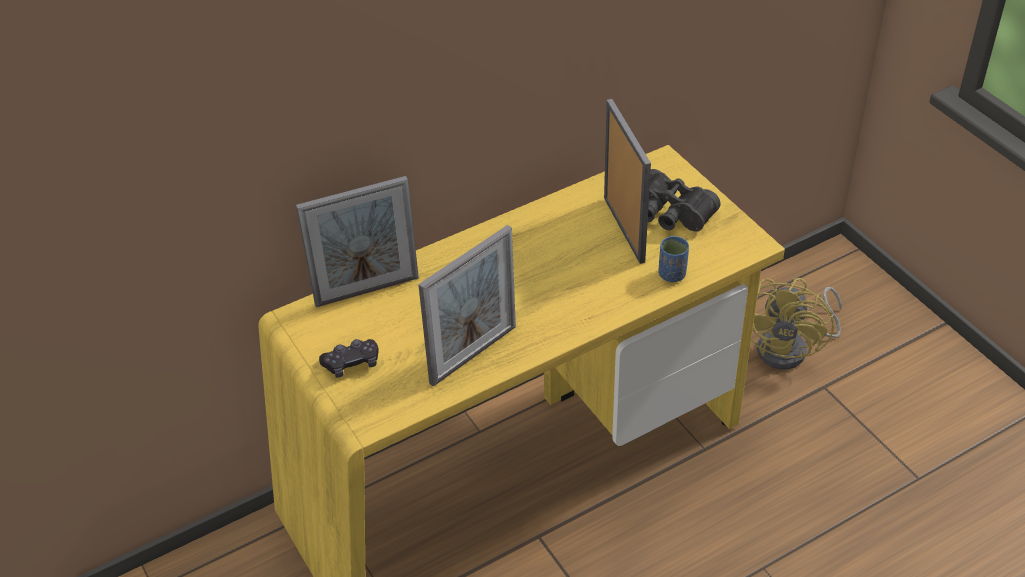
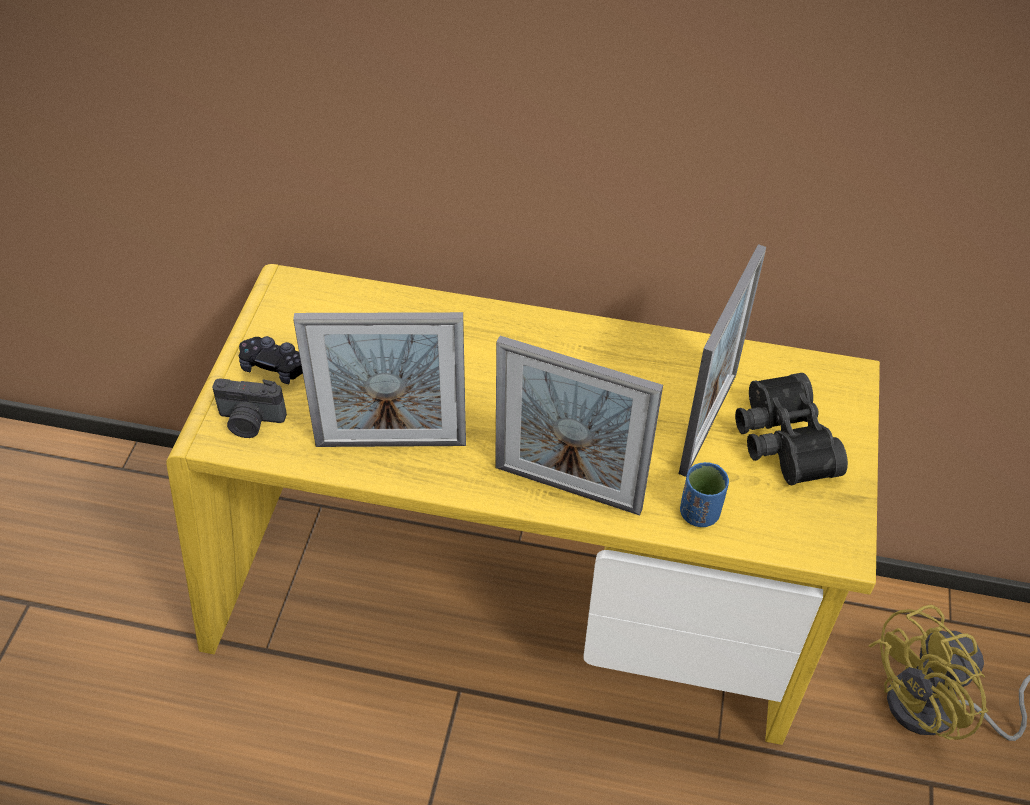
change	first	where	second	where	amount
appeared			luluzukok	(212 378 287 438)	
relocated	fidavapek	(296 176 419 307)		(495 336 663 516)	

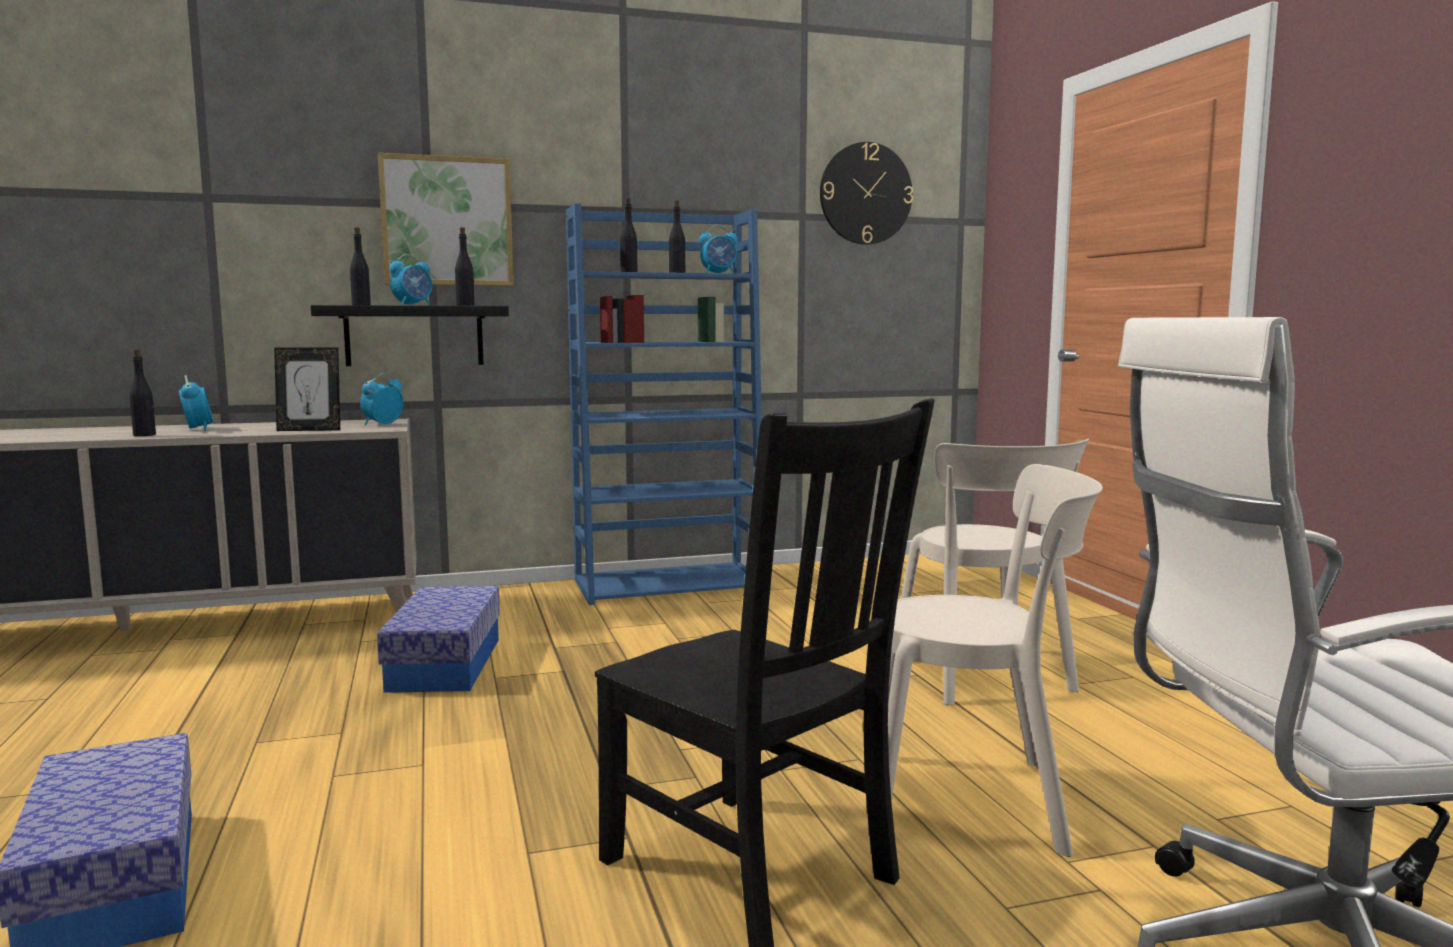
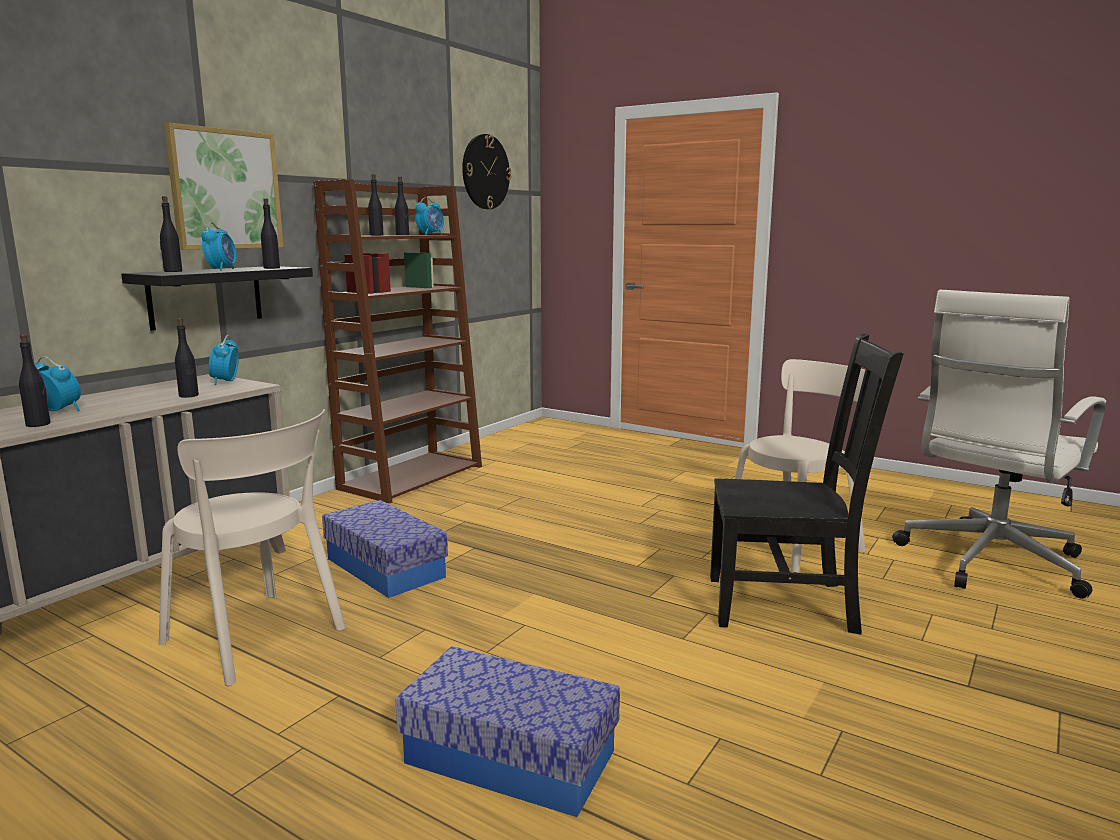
change	first	where	second	where	amount
relocated	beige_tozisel	(901 439 1089 705)		(159 409 346 686)	
exchanged	fidavapek	(274 347 340 431)	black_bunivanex	(175 318 199 398)	
colour	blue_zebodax	(566 203 762 605)	brown_zebodax	(313 179 482 504)	

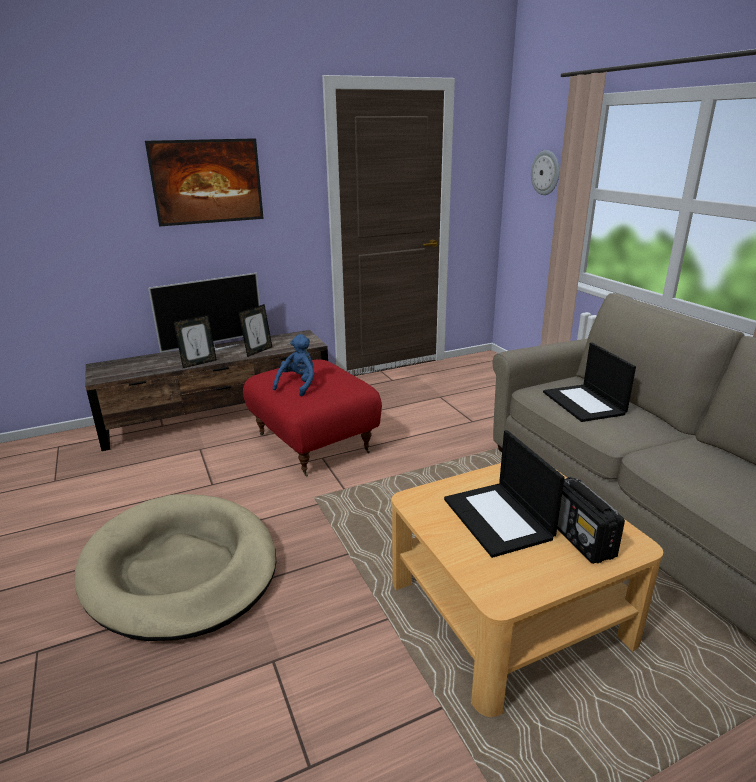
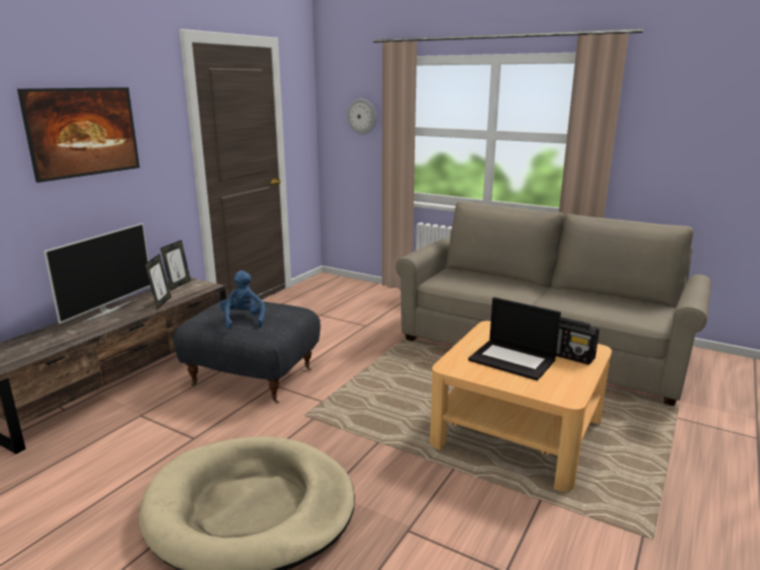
change	first	where	second	where	amount
relocated	fidavapek	(173 315 217 368)		(160 240 191 291)	
colour	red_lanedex	(243 359 382 477)	grey_lanedex	(173 299 321 403)	
missing	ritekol	(543 342 636 422)			

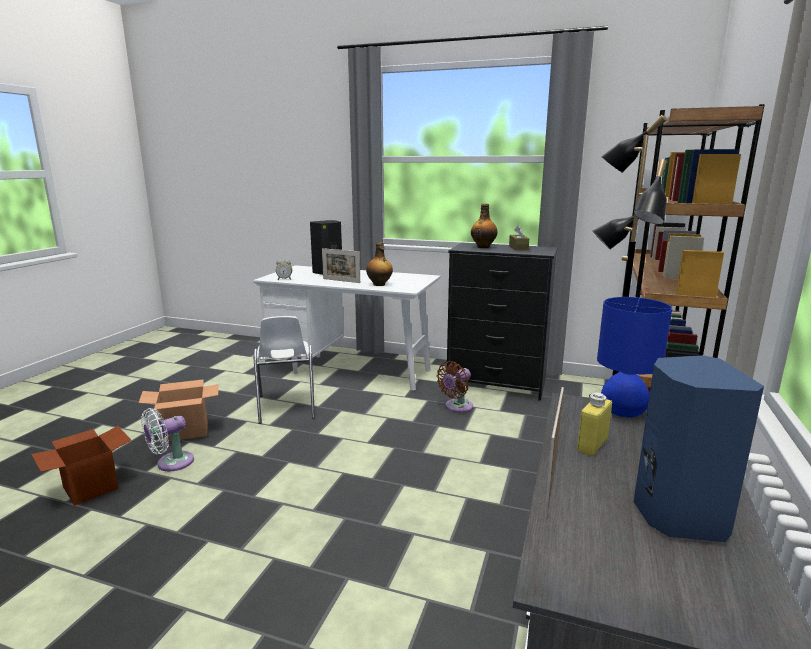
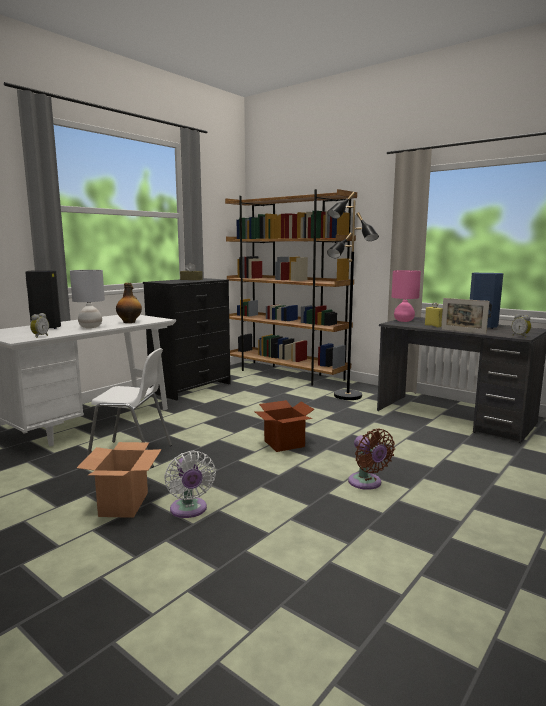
change	first	where	second	where	amount
exchanged	fidavapek	(322 248 360 283)	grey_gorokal	(70 270 105 328)	
relocated	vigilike	(31 426 131 506)		(254 400 315 452)	
relocated	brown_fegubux	(437 361 473 413)		(348 429 395 490)	
colour	blue_gorokal	(597 297 672 417)	pink_gorokal	(392 270 421 322)	
appeared			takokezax	(512 314 531 338)	
missing	bunivanex	(471 204 498 248)			

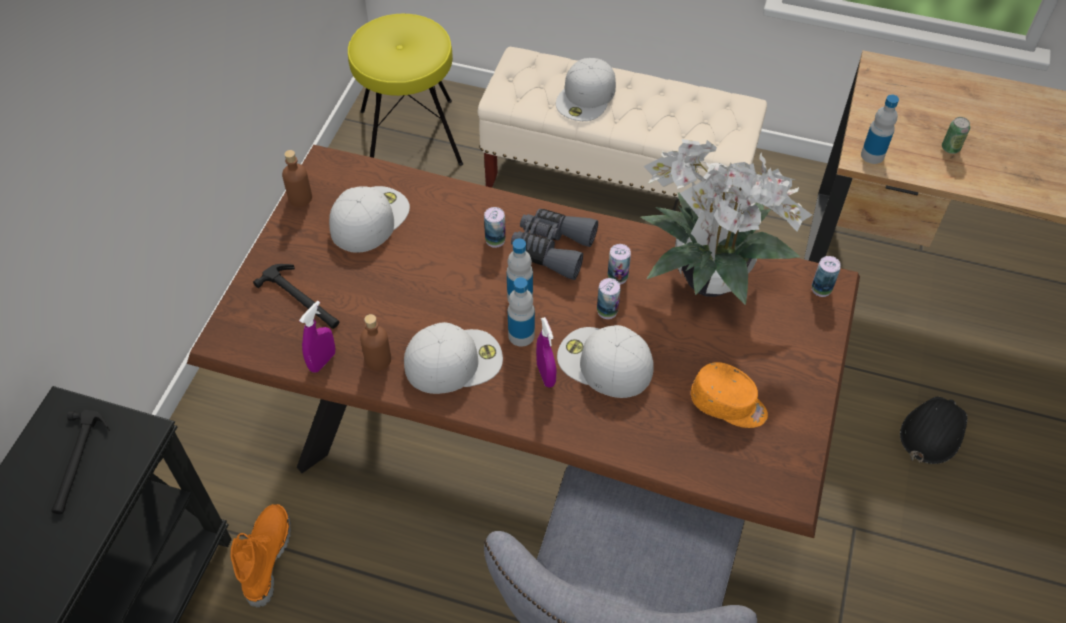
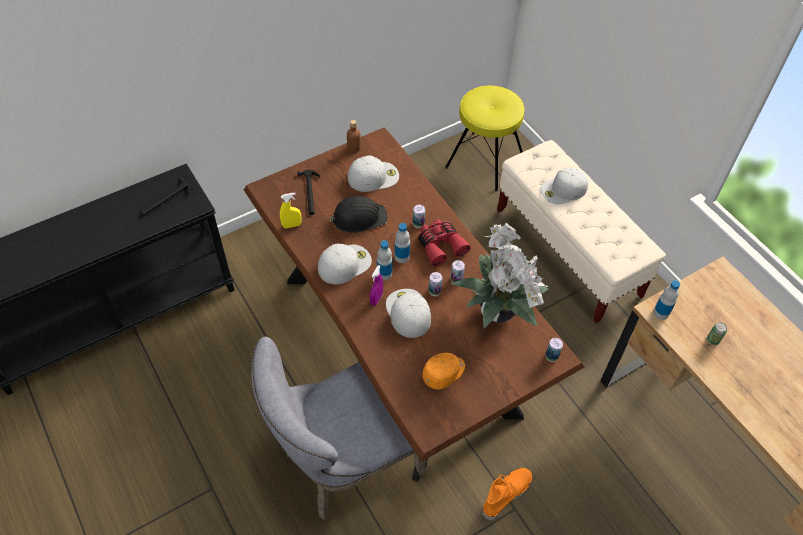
change	first	where	second	where	amount
colour	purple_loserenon	(299 301 335 373)	yellow_loserenon	(280 193 302 228)	
spun	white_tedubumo	(404 322 503 394)		(318 243 372 284)	60 degrees counterclockwise
relocated	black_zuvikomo	(900 397 967 464)		(329 196 388 233)	
colour	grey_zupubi	(511 209 598 280)	red_zupubi	(418 220 471 267)	
spun	orange_tedubumo	(691 362 768 428)		(422 353 465 390)	105 degrees counterclockwise
relocated	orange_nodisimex	(230 504 291 607)		(482 468 532 520)	
missing	brown_bunivanex	(360 314 391 371)			

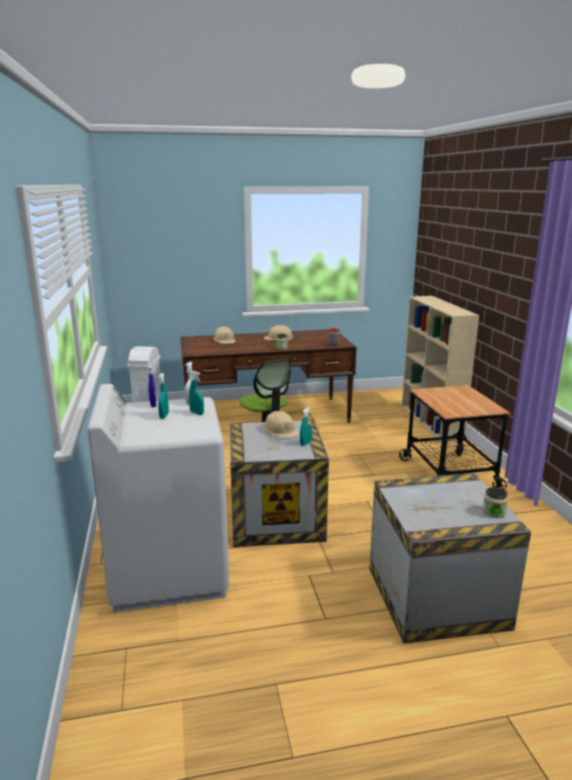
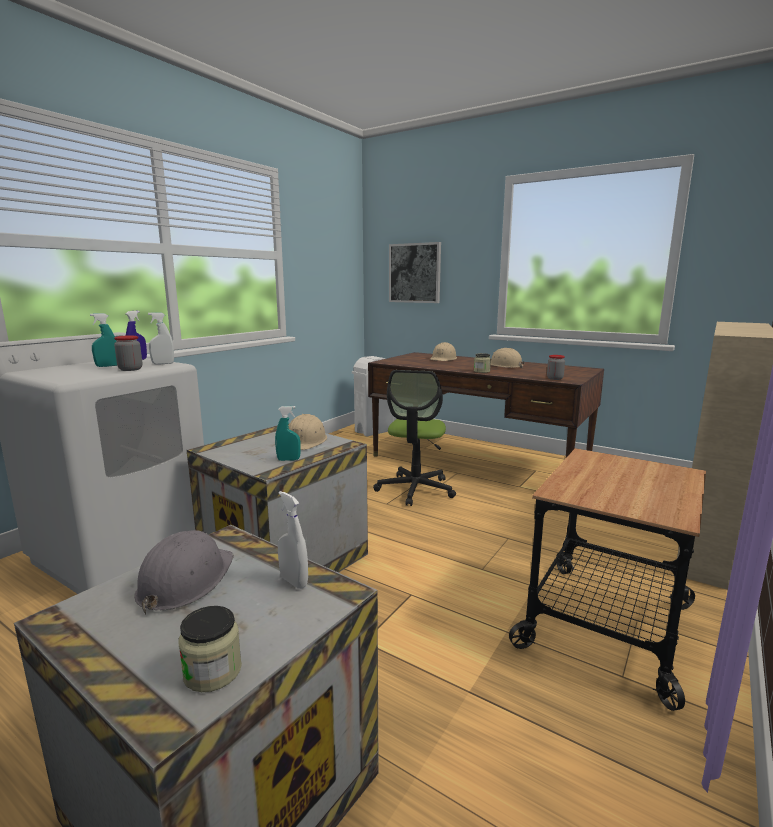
change	first	where	second	where	amount
exchanged	turquoise_loserenon	(189 371 204 415)	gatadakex	(114 335 142 371)	
appeared			grey_zuvikomo	(134 530 234 615)	
appeared			white_loserenon	(278 491 308 589)	
appeared			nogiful	(389 242 441 303)	

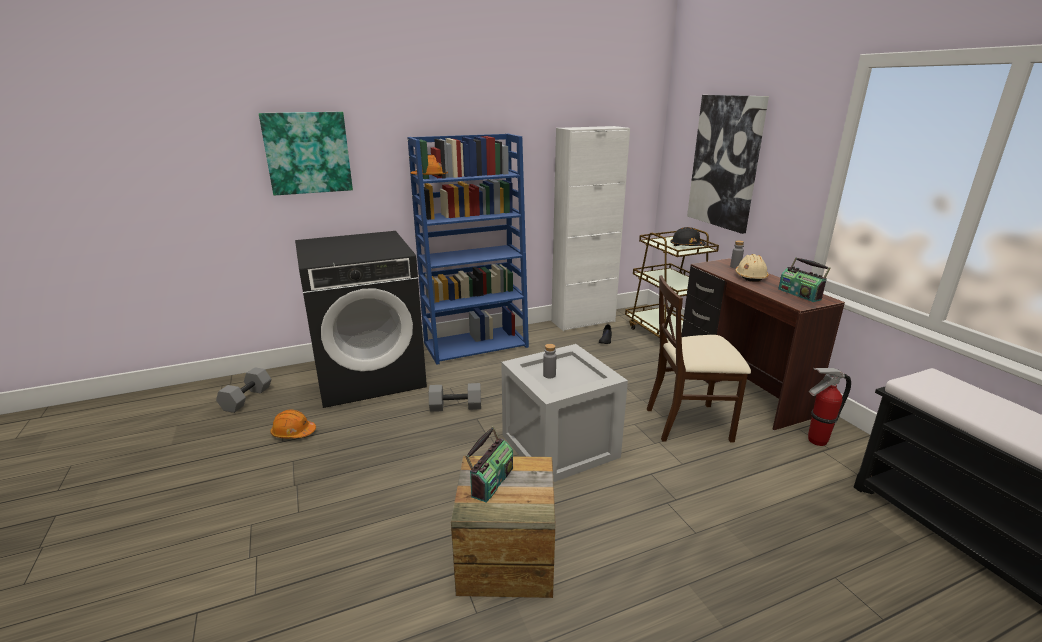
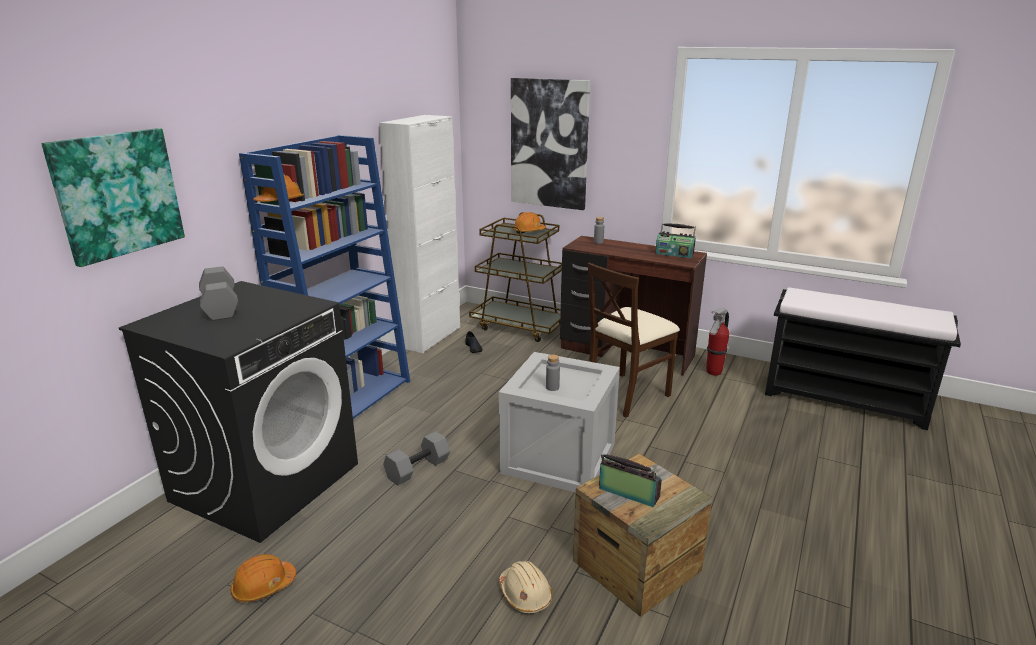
change	first	where	second	where	amount
relocated	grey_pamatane	(216 367 271 413)		(199 266 238 320)	
relocated	beige_zuvikomo	(735 254 769 282)		(499 561 552 613)	
colour	black_zuvikomo	(670 227 706 246)	orange_zuvikomo	(512 212 546 234)	
spun	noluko	(465 426 513 503)		(599 453 662 508)	45 degrees counterclockwise

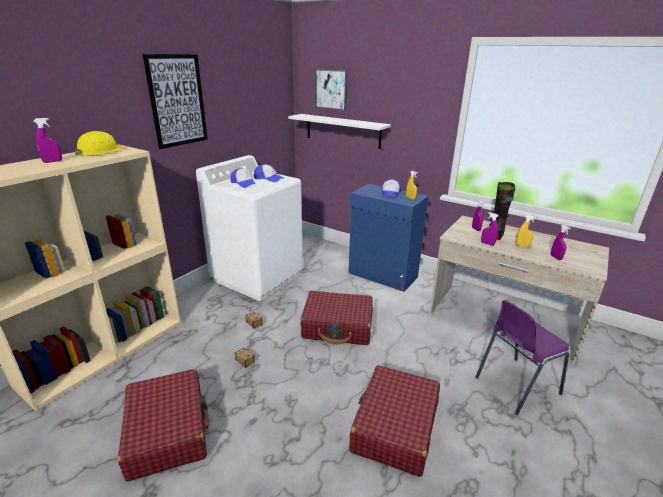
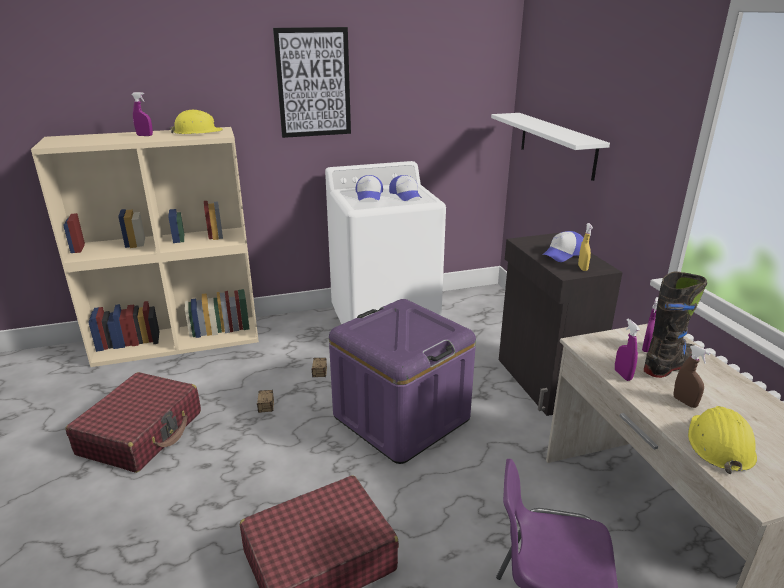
change	first	where	second	where	amount
exchanged	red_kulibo	(300 290 373 345)	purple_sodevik	(329 299 476 464)	
colour	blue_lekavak	(348 184 429 292)	black_lekavak	(499 233 623 416)	
colour	yellow_loserenon	(516 215 536 247)	brown_loserenon	(673 345 711 408)	
exchanged	purple_loserenon	(551 225 571 260)	yellow_zuvikomo	(688 406 757 474)	
missing	nogiful	(316 70 348 110)			

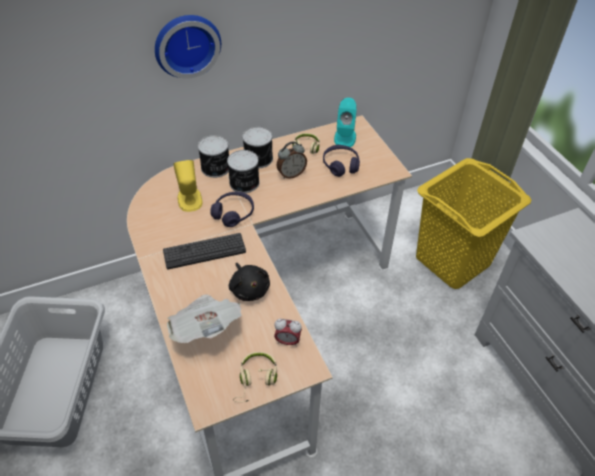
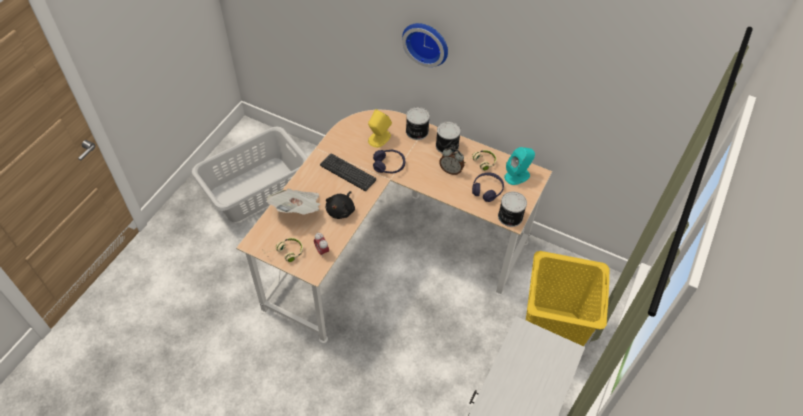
change	first	where	second	where	amount
relocated	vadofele	(227 150 260 193)		(498 192 527 227)	

